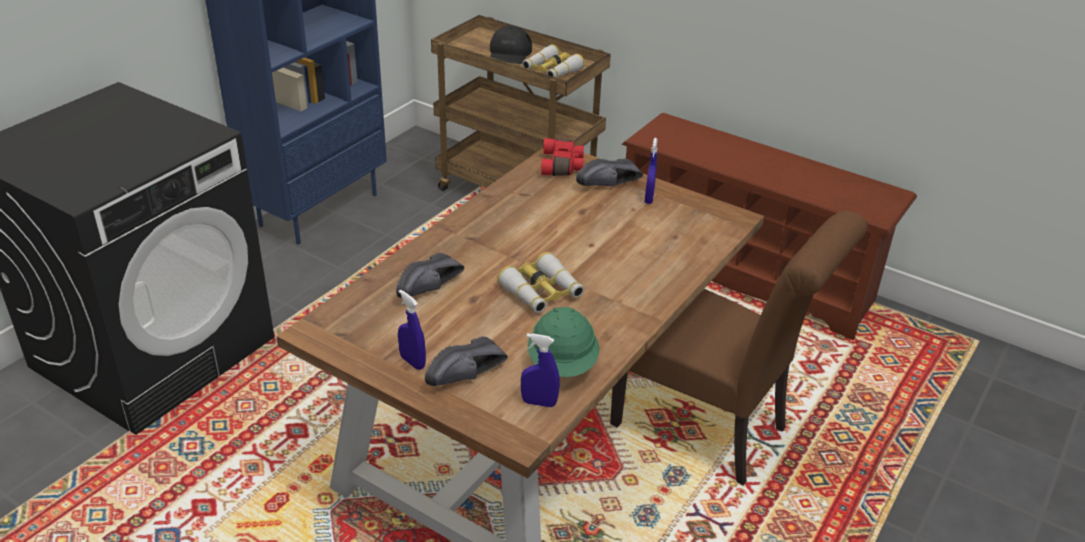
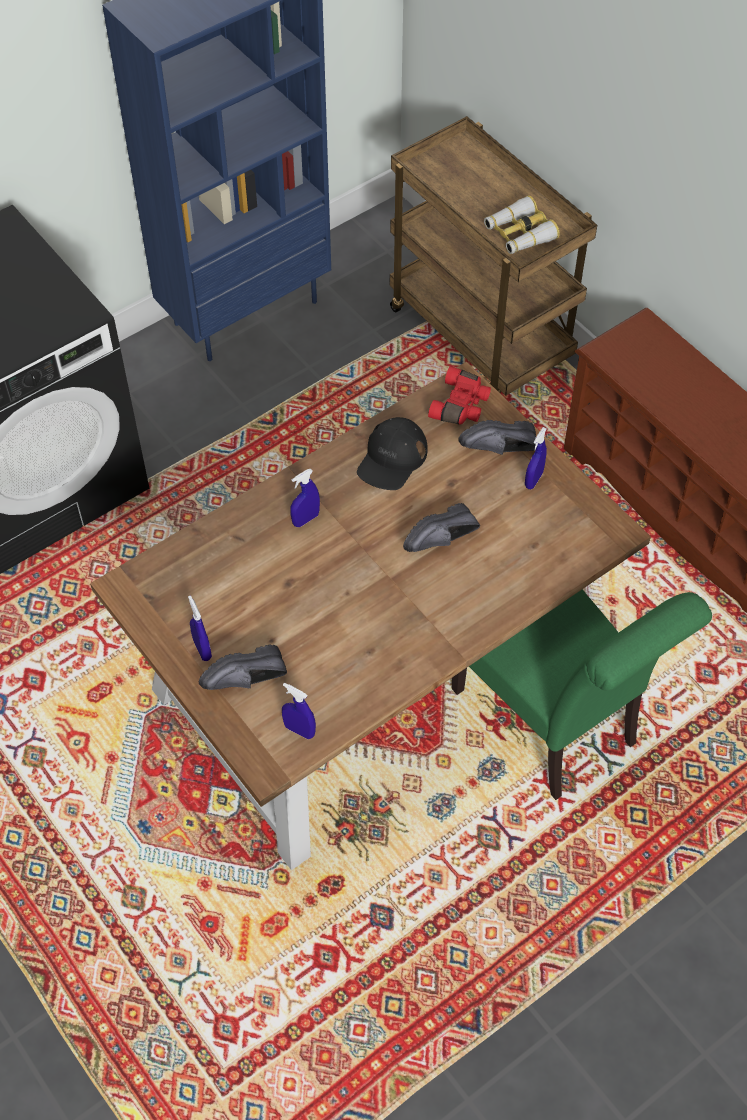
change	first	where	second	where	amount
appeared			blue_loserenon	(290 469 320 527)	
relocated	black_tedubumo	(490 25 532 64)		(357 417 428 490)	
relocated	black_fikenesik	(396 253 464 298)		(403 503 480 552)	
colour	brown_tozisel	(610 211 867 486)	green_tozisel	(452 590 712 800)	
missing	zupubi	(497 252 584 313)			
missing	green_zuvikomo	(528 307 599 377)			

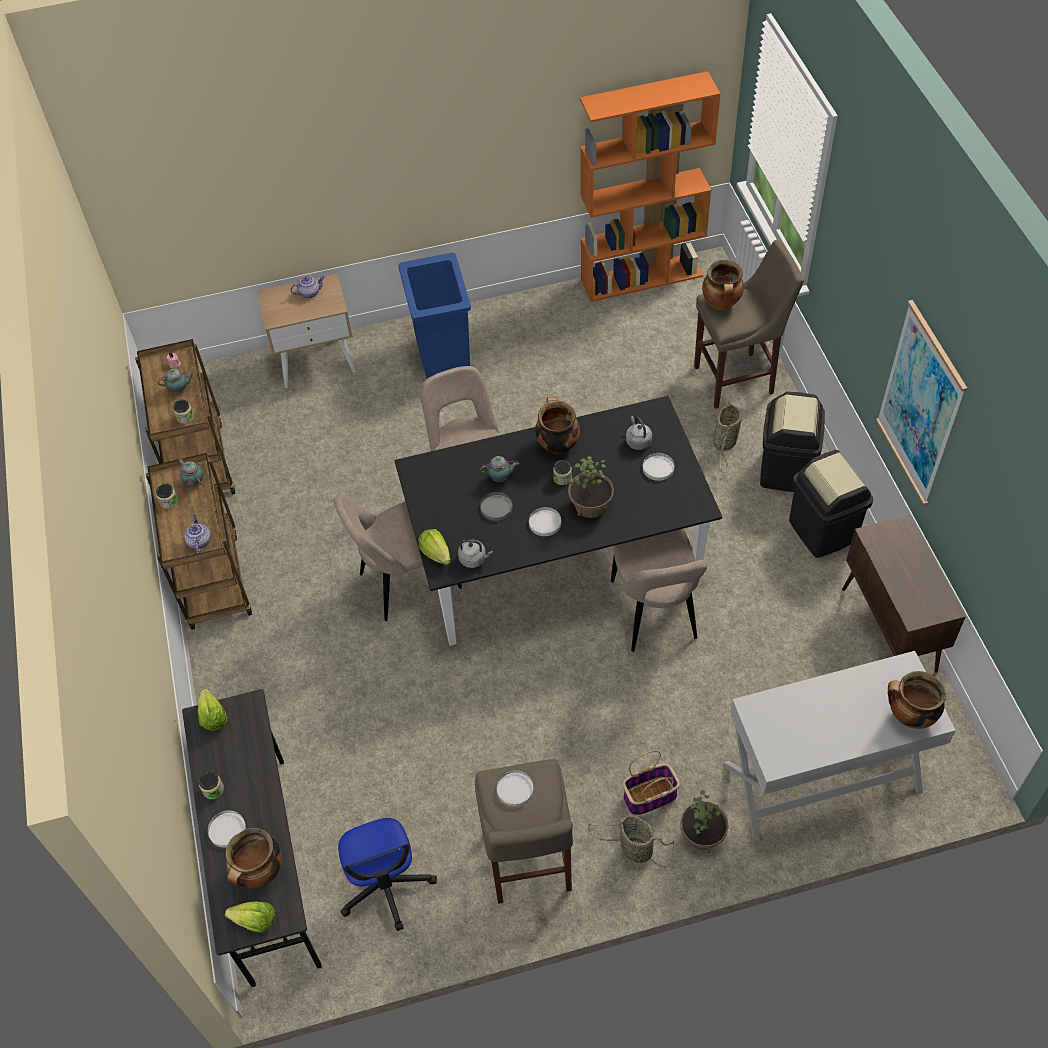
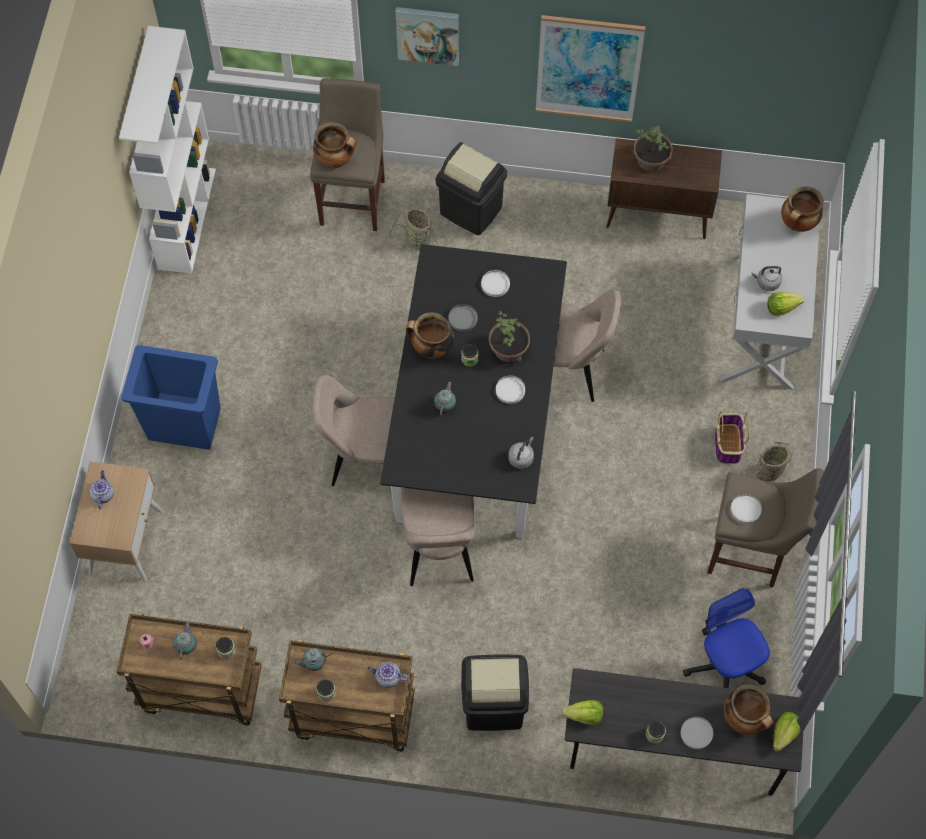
change	first	where	second	where	amount
colour	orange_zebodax	(580 71 721 302)	white_zebodax	(119 26 216 274)	
appeared			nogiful	(395 7 459 66)	
relocated	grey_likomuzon	(480 492 513 521)		(449 304 478 332)	
relocated	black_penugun	(789 450 873 558)		(461 654 529 731)	
relocated	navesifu	(680 790 729 853)		(633 126 673 172)	
spun	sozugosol	(338 818 437 931)		(683 588 770 688)	120 degrees counterclockwise
relocated	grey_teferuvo	(626 416 652 450)		(751 266 782 291)	
relocated	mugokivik	(418 529 450 565)		(767 292 804 316)	

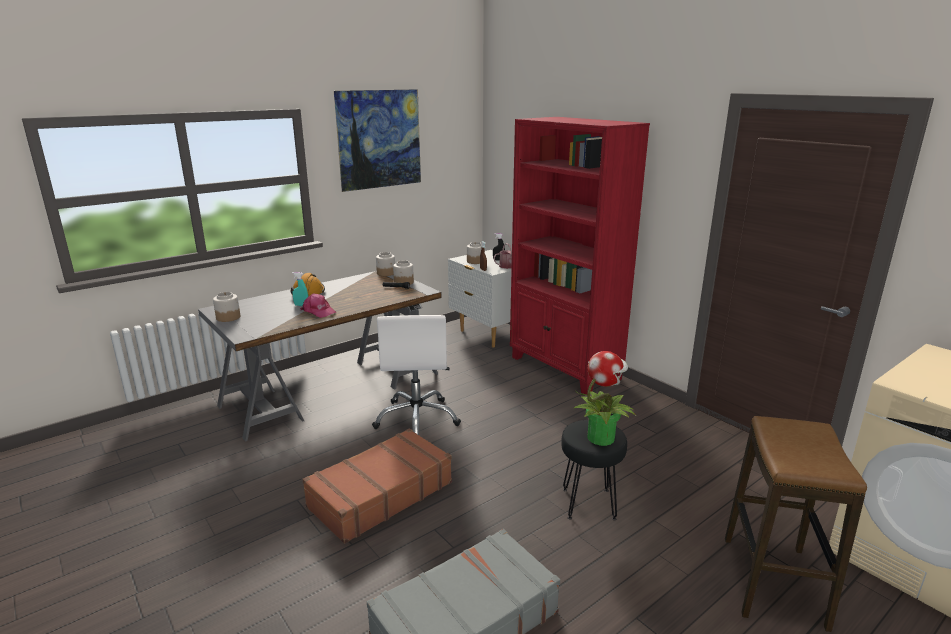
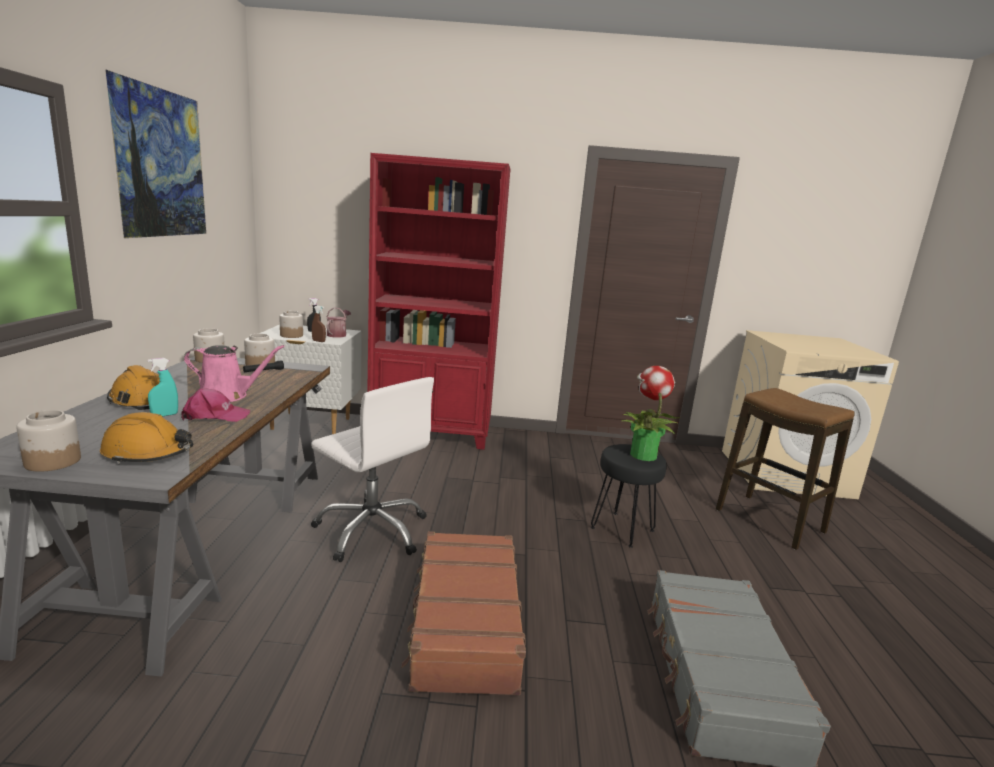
change	first	where	second	where	amount
appeared			orange_zuvikomo	(100 412 193 464)	
appeared			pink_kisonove	(184 345 285 402)	

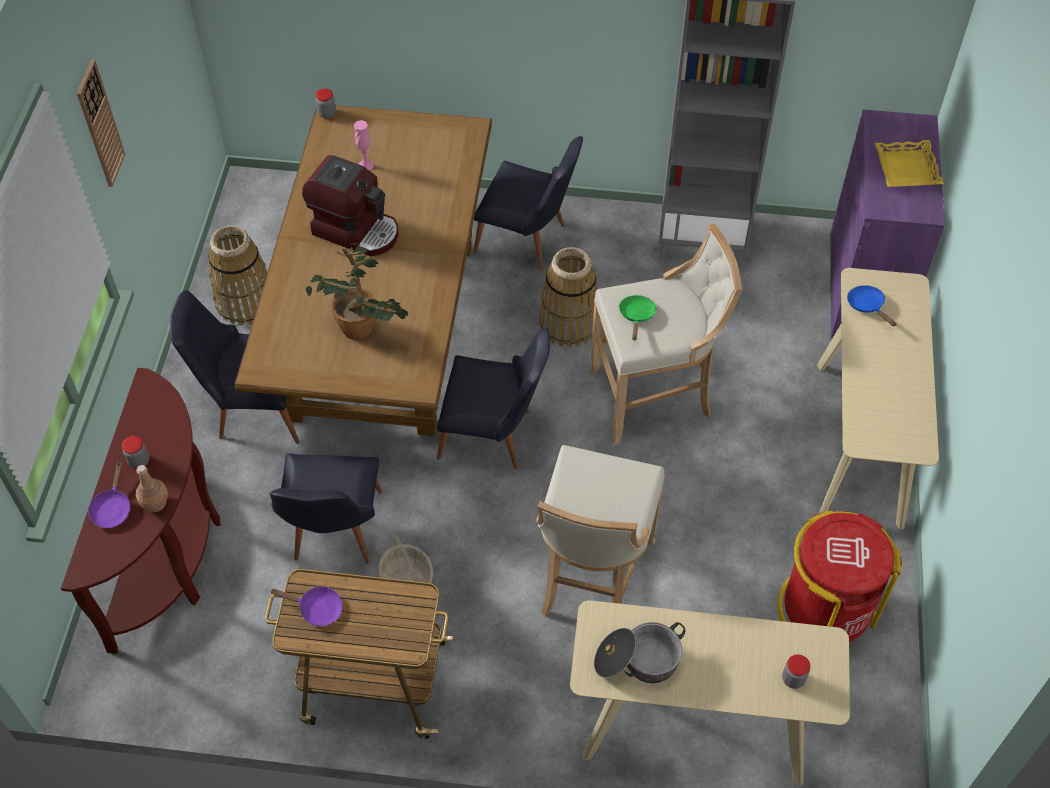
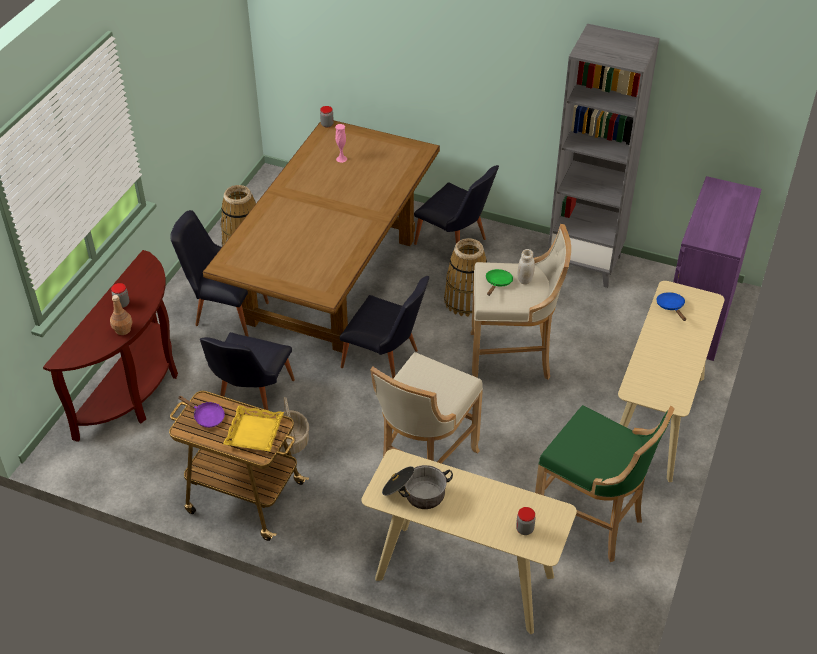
change	first	where	second	where	amount
relocated	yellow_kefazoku	(875 140 944 187)		(223 405 284 452)	
appeared			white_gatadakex	(517 249 535 285)	
exchanged	red_penugun	(777 510 902 642)	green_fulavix	(535 405 675 562)	
missing	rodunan	(77 60 125 187)			
missing	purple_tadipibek	(88 462 130 528)			
missing	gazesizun	(302 155 399 256)			
missing	navesifu	(306 246 408 340)			

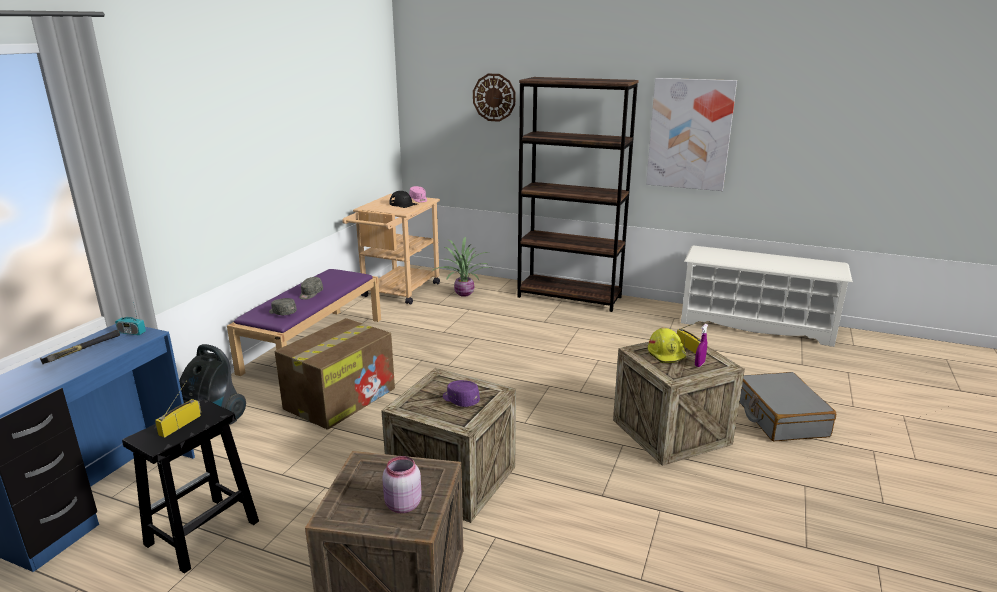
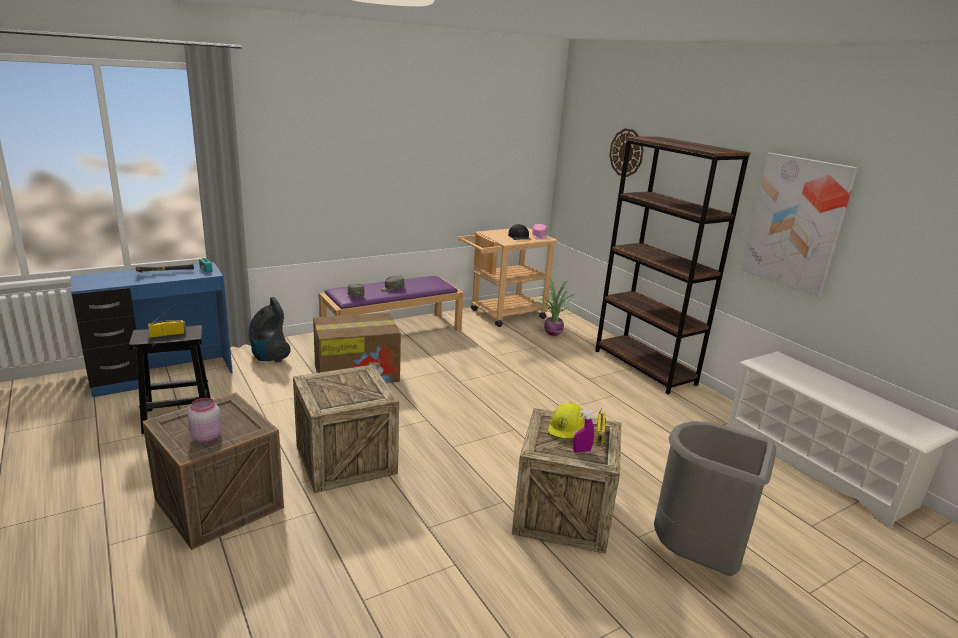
change	first	where	second	where	amount
exchanged	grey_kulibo	(739 372 836 441)	grey_penugun	(654 421 776 576)	
missing	purple_tedubumo	(443 380 480 407)			

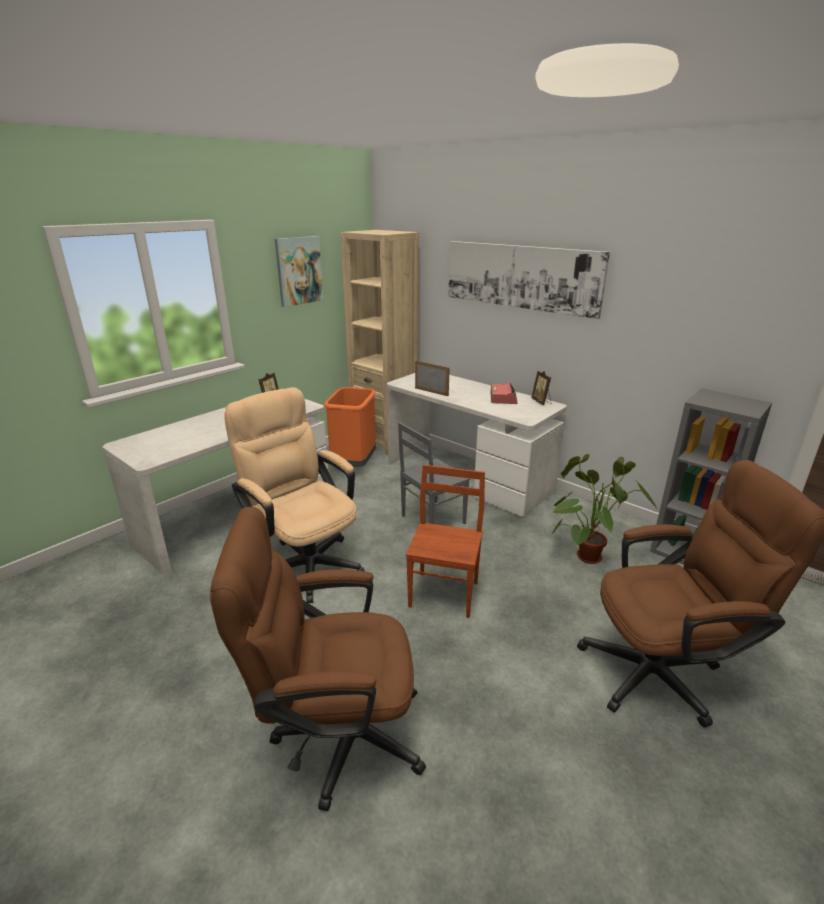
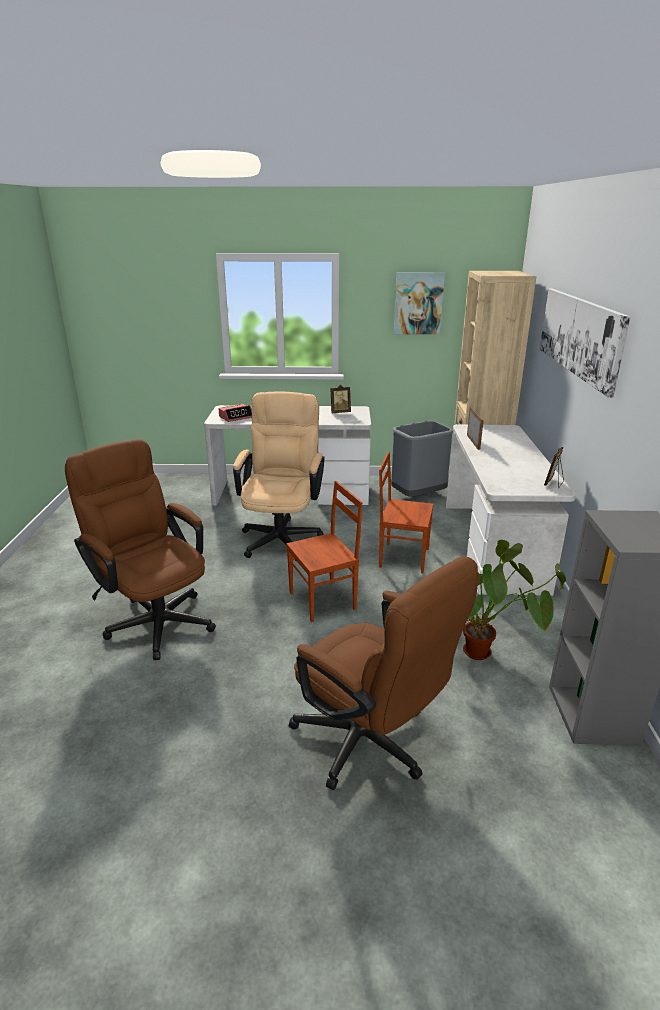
change	first	where	second	where	amount
relocated	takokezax	(491 382 518 404)		(218 404 252 422)	
colour	grey_tozisel	(398 422 470 524)	brown_tozisel	(379 451 434 573)	
colour	orange_penugun	(324 387 376 467)	grey_penugun	(391 421 453 496)	

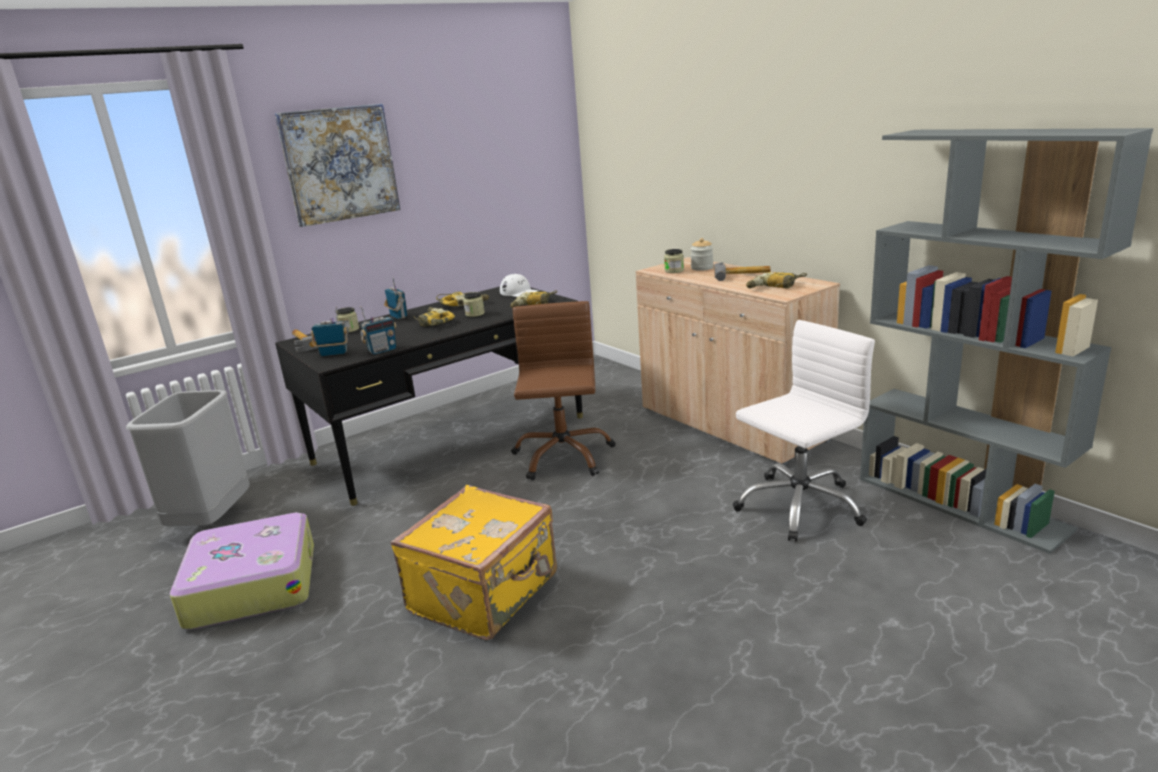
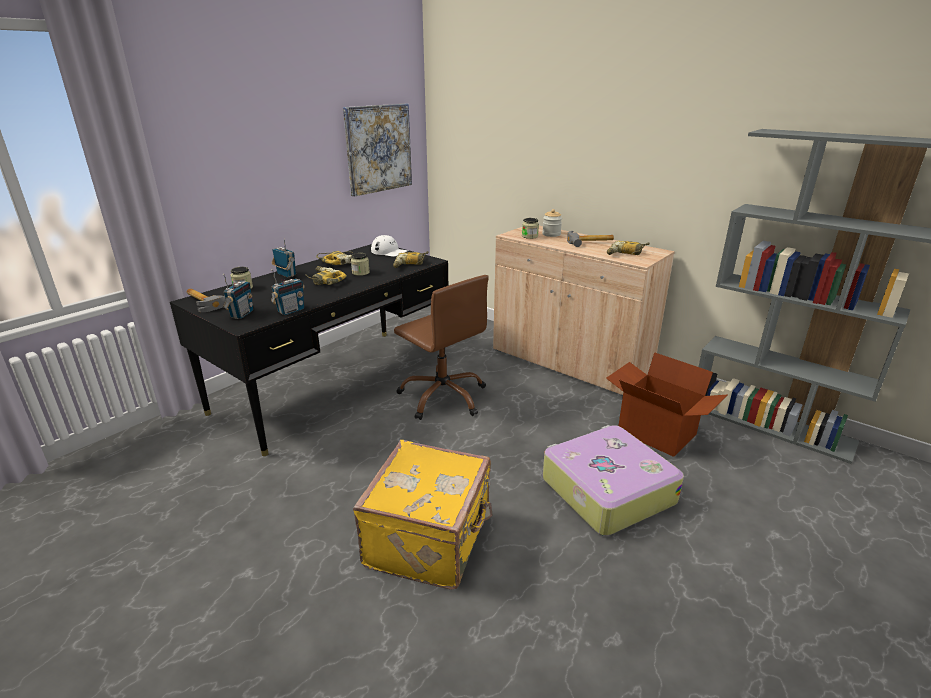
change	first	where	second	where	amount
spun	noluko	(311 307 349 356)		(223 274 253 319)	120 degrees clockwise
relocated	nogiful	(275 104 400 227)		(343 103 412 197)	
spun	brown_sozugosol	(511 301 615 480)		(394 275 489 420)	150 degrees clockwise
relocated	kulibo	(170 512 314 630)		(543 425 684 536)	
exchanged	white_sozugosol	(733 320 875 542)	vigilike	(606 352 728 457)	
missing	grey_penugun	(126 390 250 526)			

